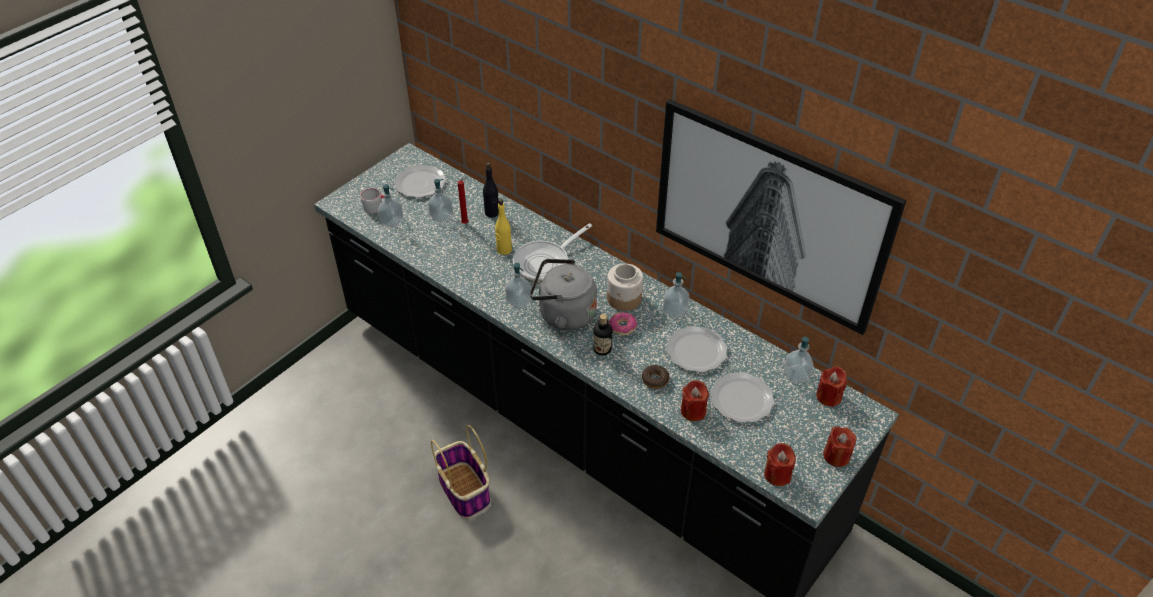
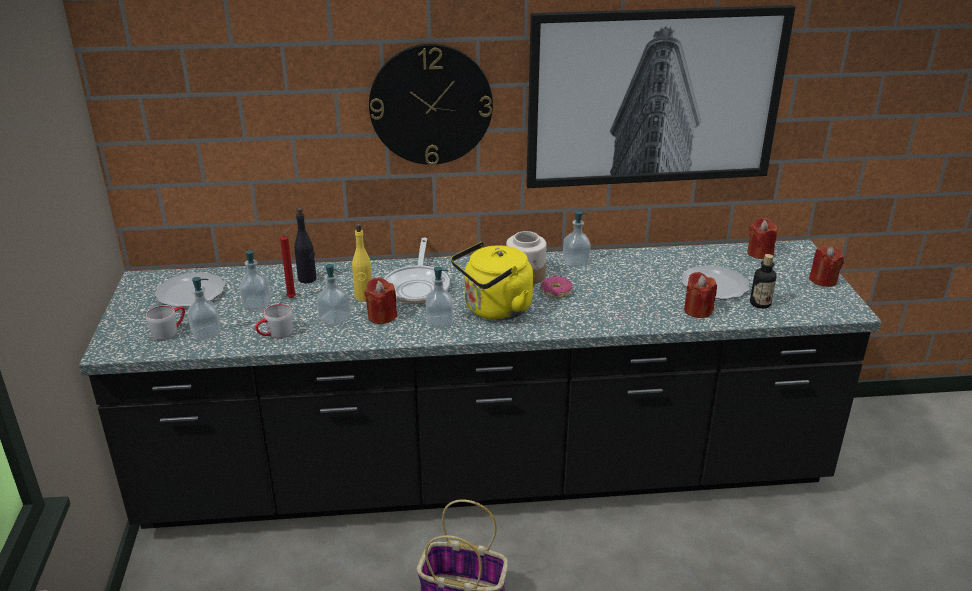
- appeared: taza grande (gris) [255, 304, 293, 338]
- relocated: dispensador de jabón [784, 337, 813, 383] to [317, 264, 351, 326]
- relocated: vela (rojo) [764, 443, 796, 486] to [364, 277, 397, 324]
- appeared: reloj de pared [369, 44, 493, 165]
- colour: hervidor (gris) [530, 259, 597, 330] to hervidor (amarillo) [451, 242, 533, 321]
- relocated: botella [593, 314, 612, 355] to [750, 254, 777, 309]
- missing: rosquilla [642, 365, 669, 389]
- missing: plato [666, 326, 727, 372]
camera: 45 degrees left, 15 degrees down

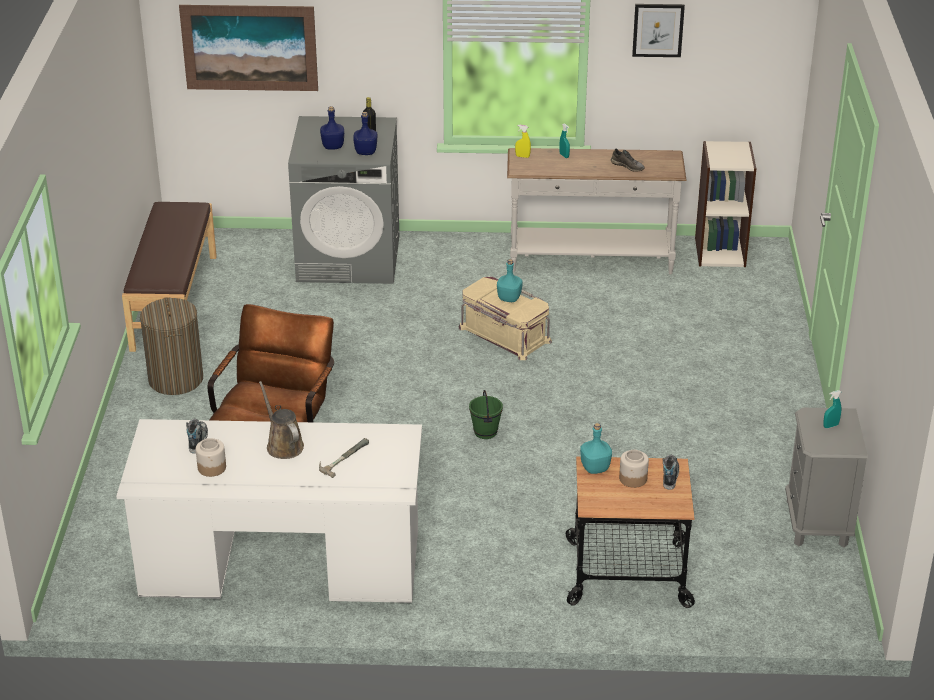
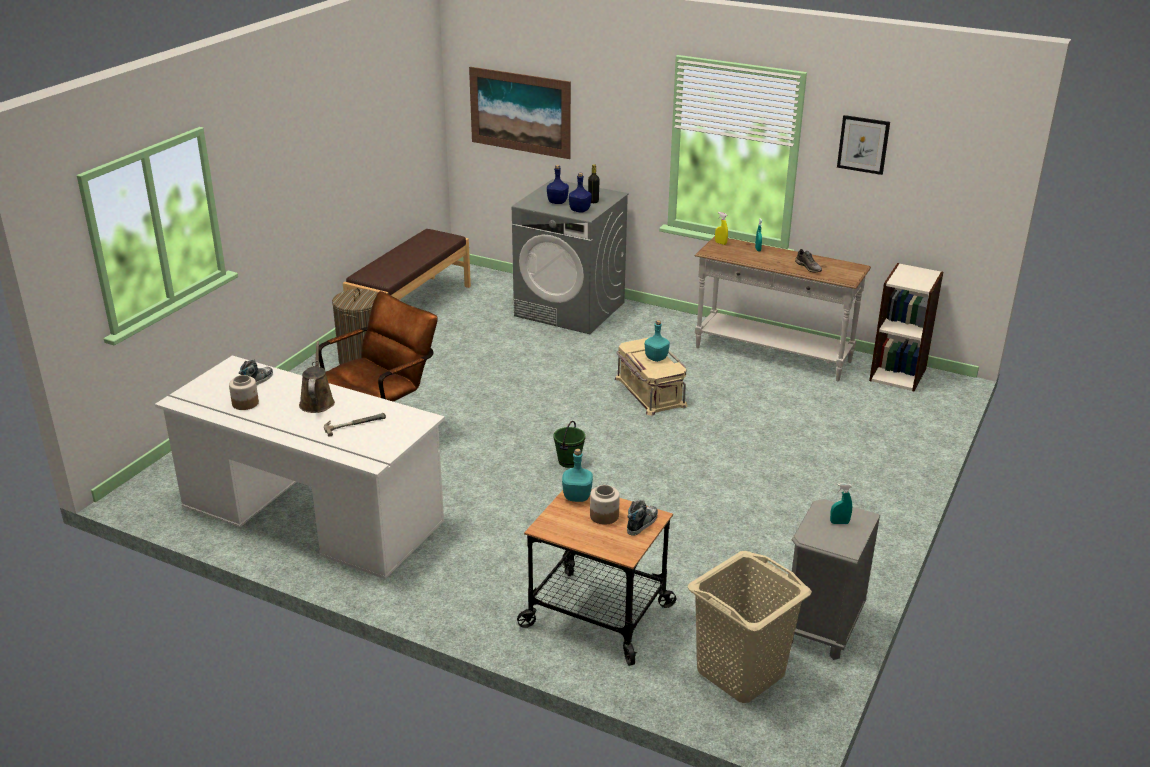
- appeared: cesto de la ropa (beis) [688, 551, 812, 703]
camera: 25 degrees right, 5 degrees down

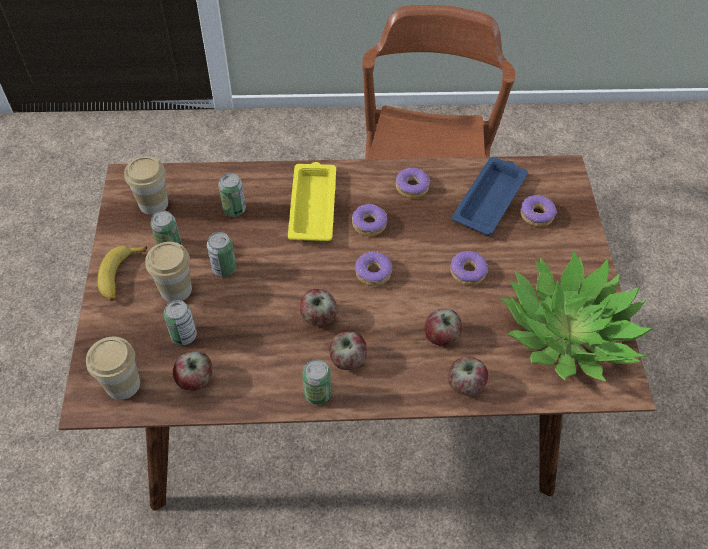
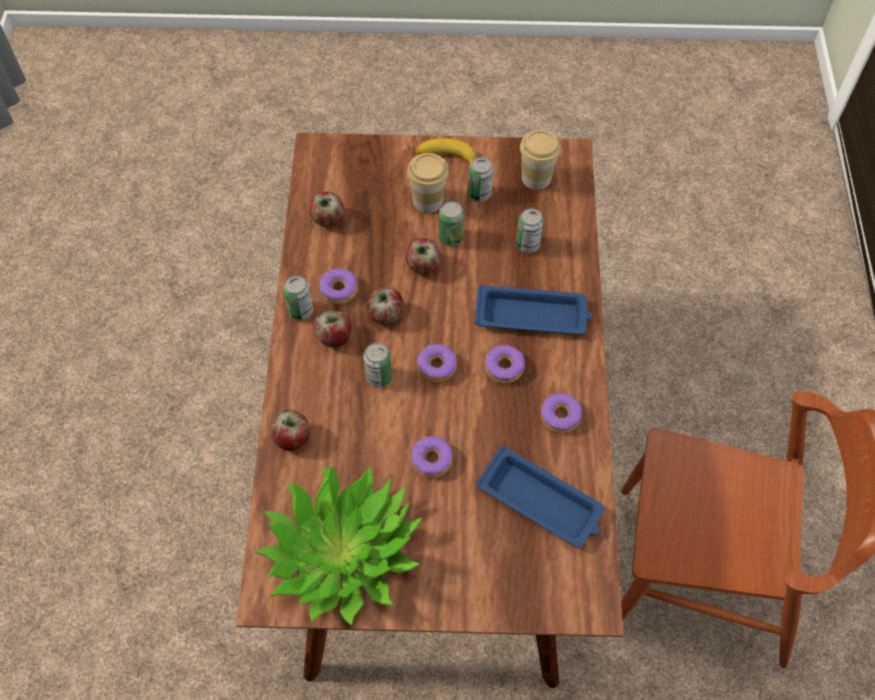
- relocated: rosquilla [520, 195, 557, 227] to [320, 268, 358, 305]
- relocated: lata [163, 300, 197, 345] to [363, 343, 392, 387]
- relocated: manzana [424, 309, 462, 346] to [405, 238, 441, 275]
- colour: bandeja (amarillo) [288, 162, 336, 241] to bandeja (azul) [475, 285, 592, 335]
- missing: taza [86, 337, 140, 400]
camera: 95 degrees right, 5 degrees up

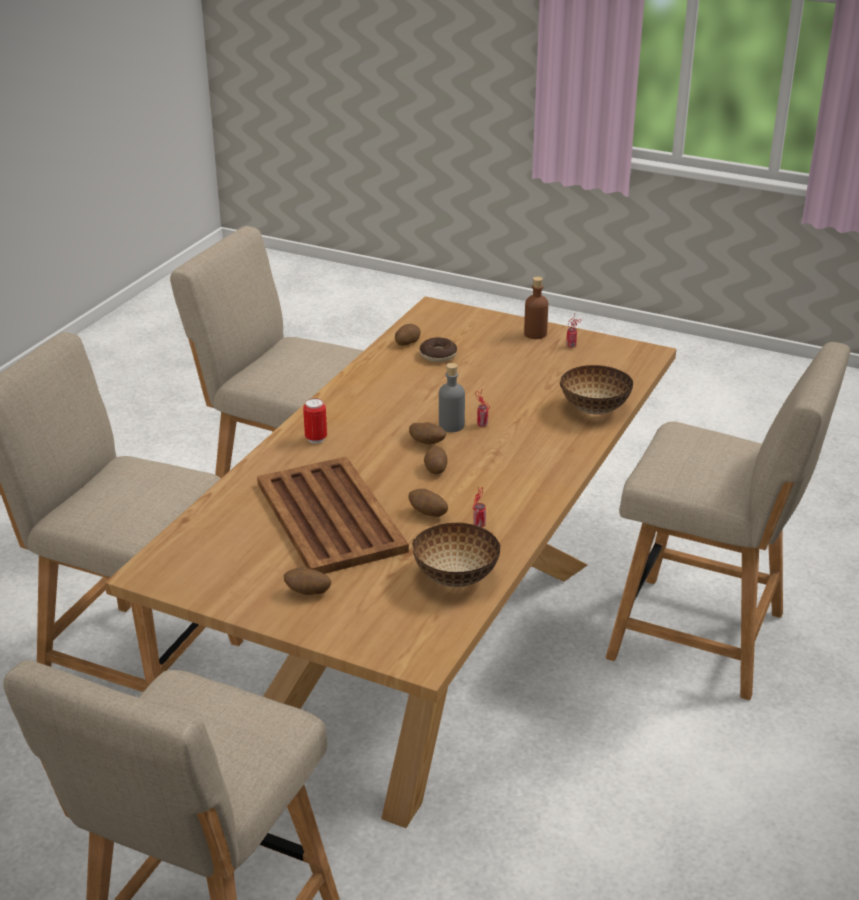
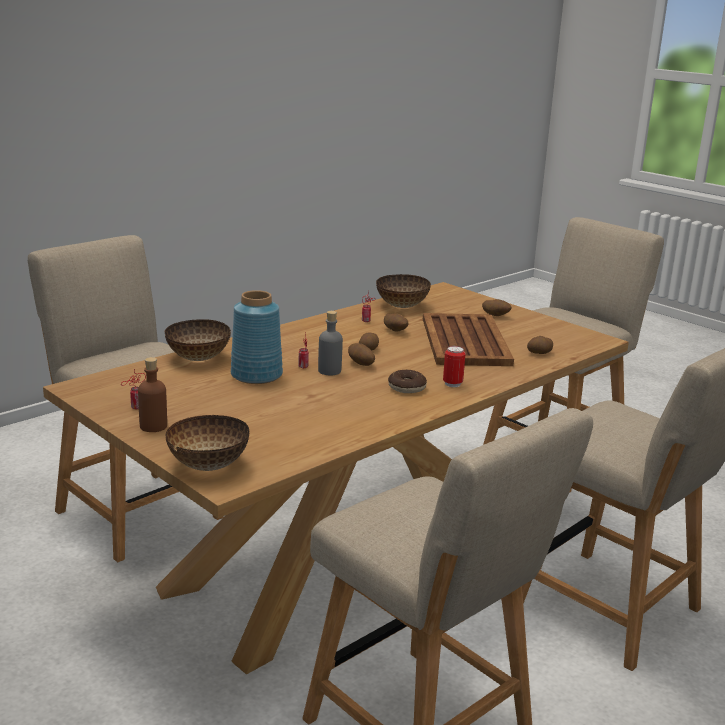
- appeared: cuenco [166, 415, 249, 471]
- appeared: florero (azul) [231, 290, 283, 384]
- relocated: rosquilla [420, 337, 457, 362] to [388, 370, 427, 393]
- relocated: patata [395, 324, 421, 346] to [527, 336, 553, 354]
camera: 160 degrees left, 10 degrees down

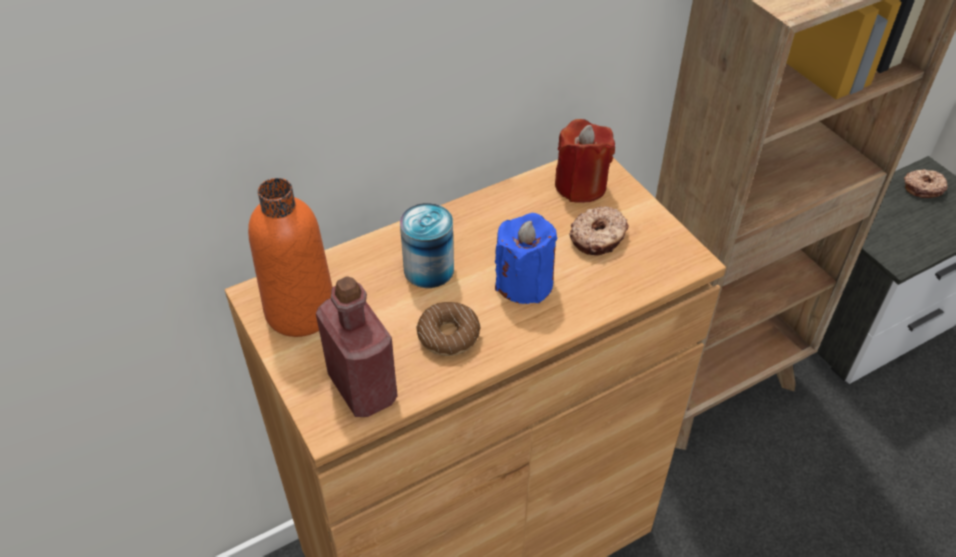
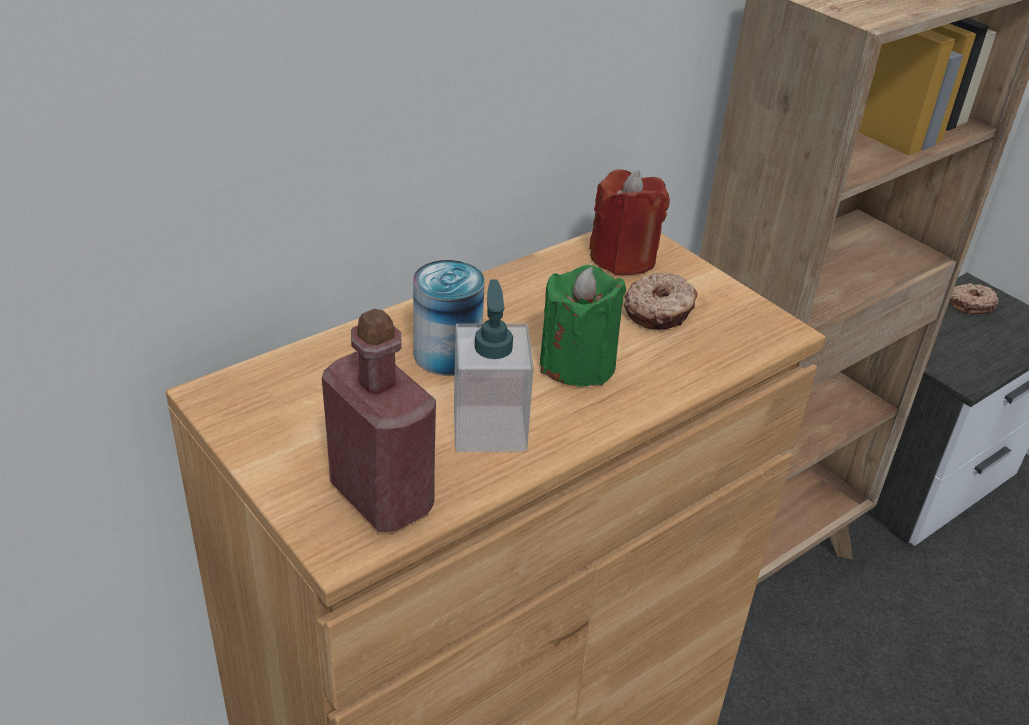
- exchanged: rosquilla [417, 302, 481, 356] to dispensador de jabón [454, 280, 534, 452]
- colour: vela (azul) [495, 213, 557, 304] to vela (verde) [540, 265, 627, 387]
- missing: botella (naranja) [248, 178, 333, 337]
camera: 10 degrees left, 10 degrees down

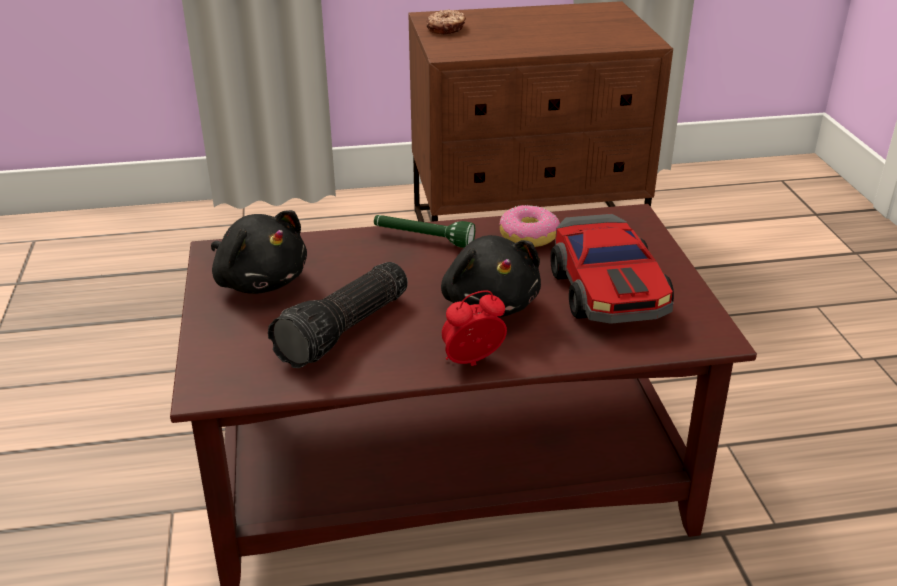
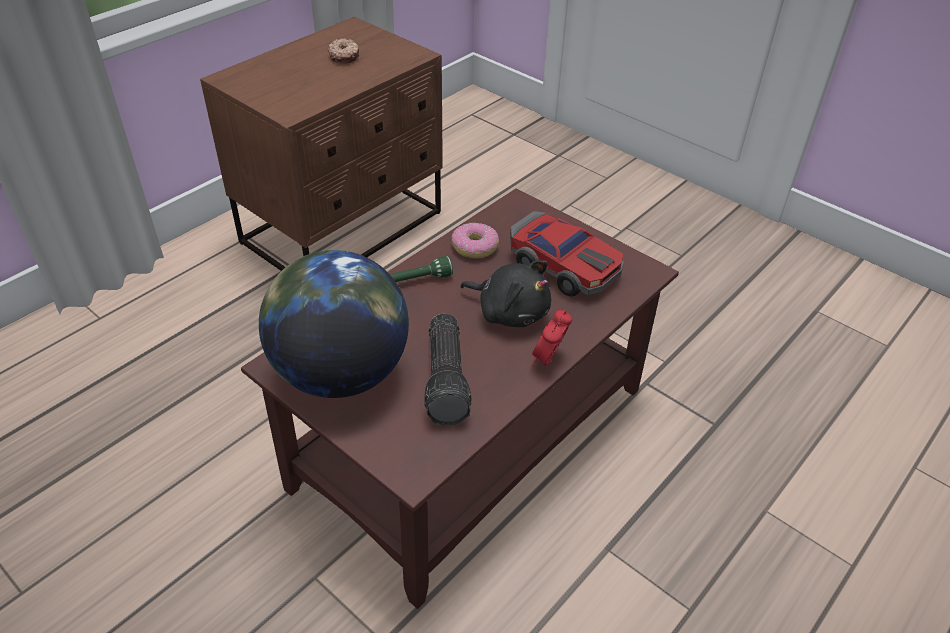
- exchanged: peluche (negro) [211, 210, 307, 294] to globo terráqueo [259, 250, 409, 398]
- relocated: rosquilla [426, 10, 466, 35] to [328, 38, 359, 64]
camera: 40 degrees left, 10 degrees up

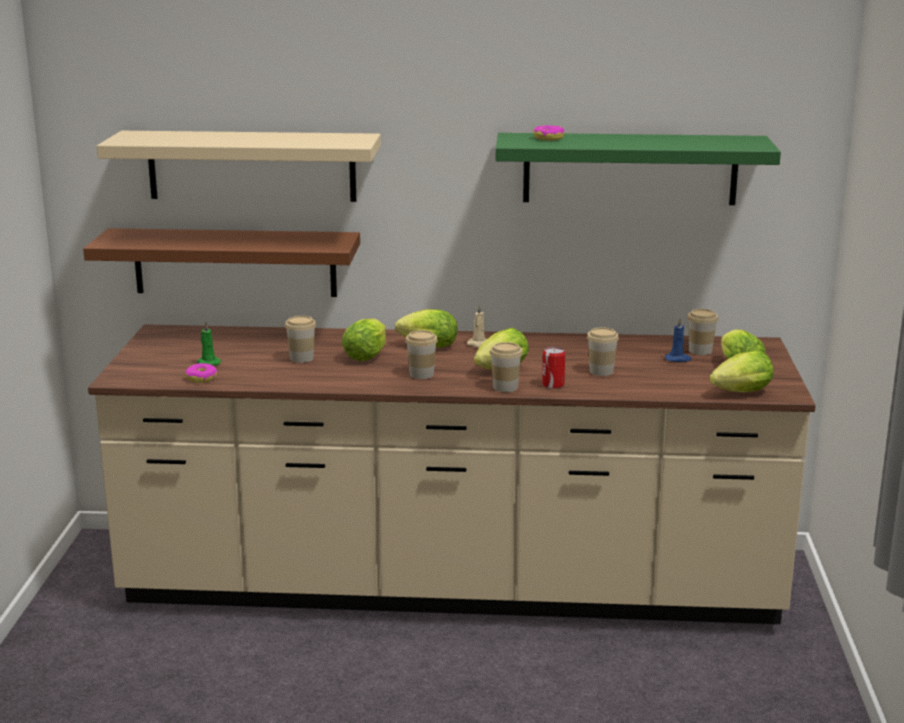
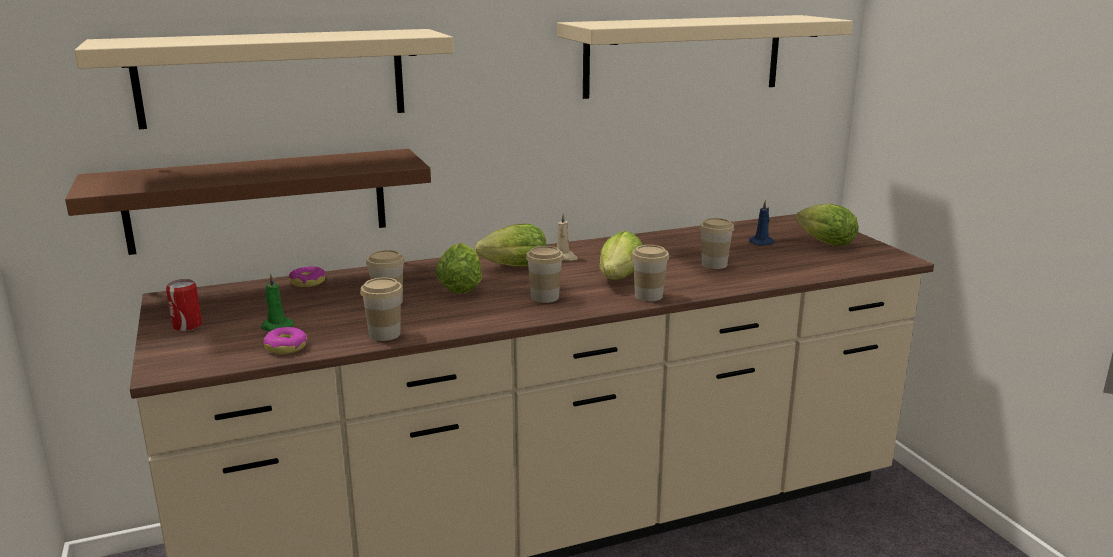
- relocated: lata [542, 347, 565, 389] to [166, 279, 202, 332]
- relocated: rosquilla [533, 126, 565, 141] to [289, 266, 326, 287]
- relocated: taza [687, 309, 718, 355] to [360, 278, 403, 341]
- colour: estante (verde) [496, 133, 781, 205] to estante (beis) [557, 15, 853, 99]
- missing: lechuga [709, 350, 774, 392]
camera: 25 degrees left, 0 degrees up

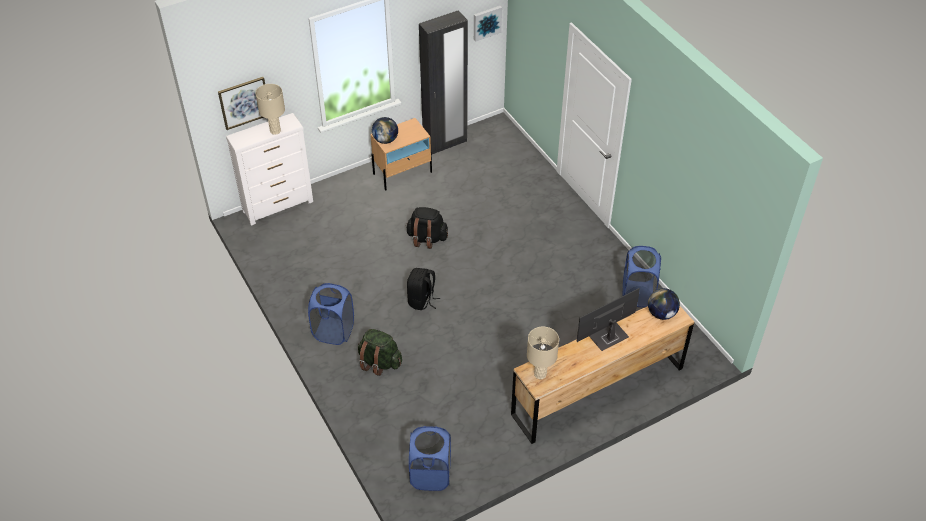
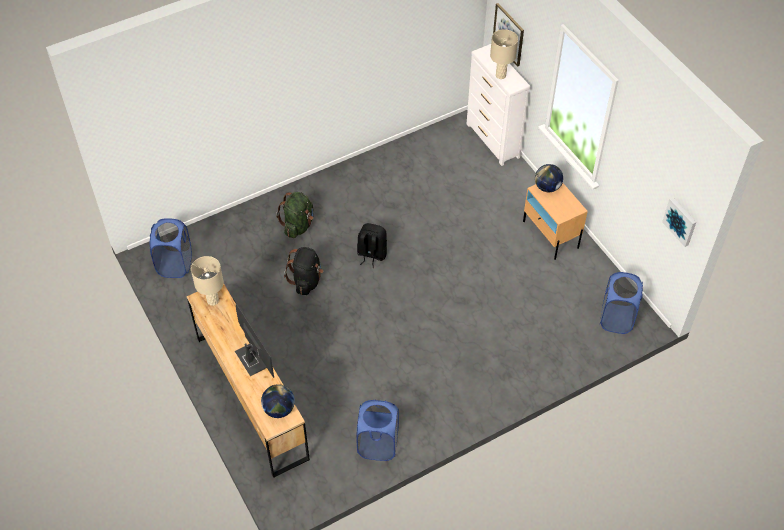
- relocated: mochila (negro) [406, 207, 448, 249] to [284, 247, 324, 295]
- relocated: cesto de la ropa (azul) [308, 283, 354, 345] to [600, 272, 643, 334]
- missing: armario ropero (negro) [419, 10, 468, 154]
camera: 90 degrees right, 5 degrees up

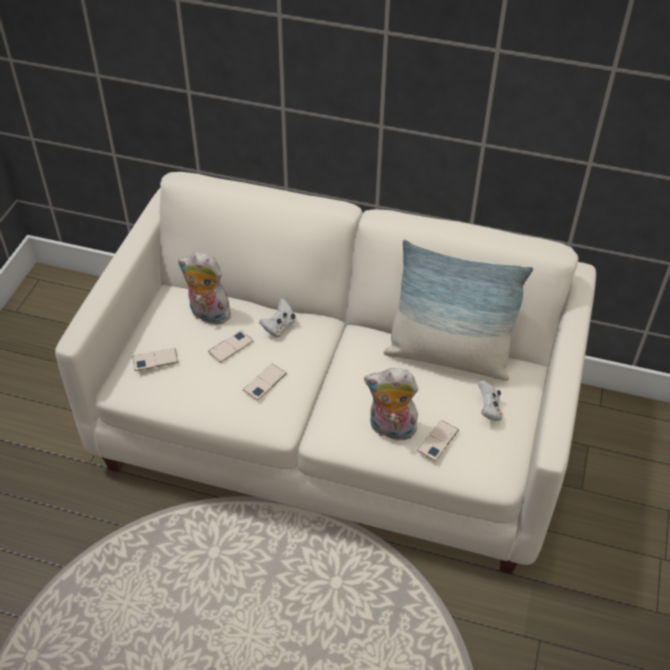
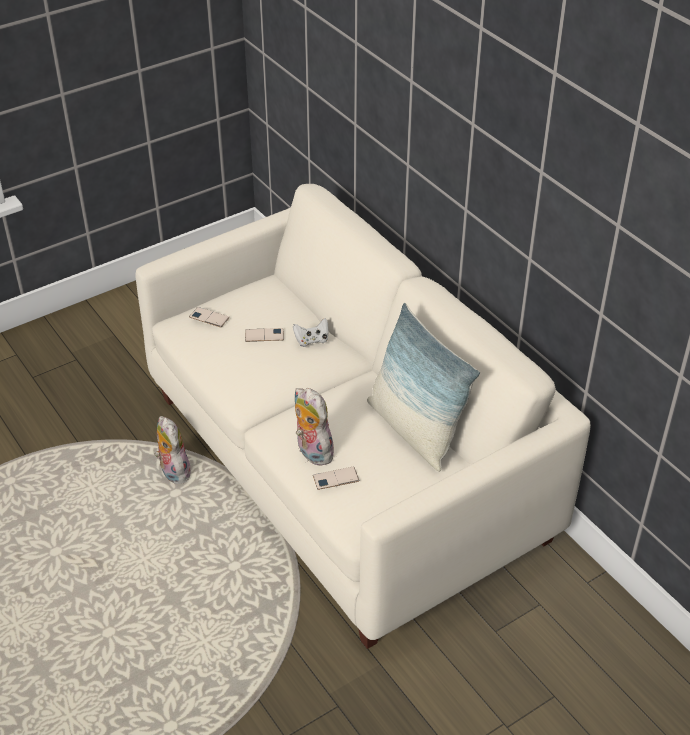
- relocated: peluche [178, 252, 231, 324] to [154, 416, 191, 484]
- missing: móvil [243, 364, 287, 400]
- missing: mando de consola (blanco) [477, 380, 502, 421]
camera: 40 degrees right, 5 degrees down

